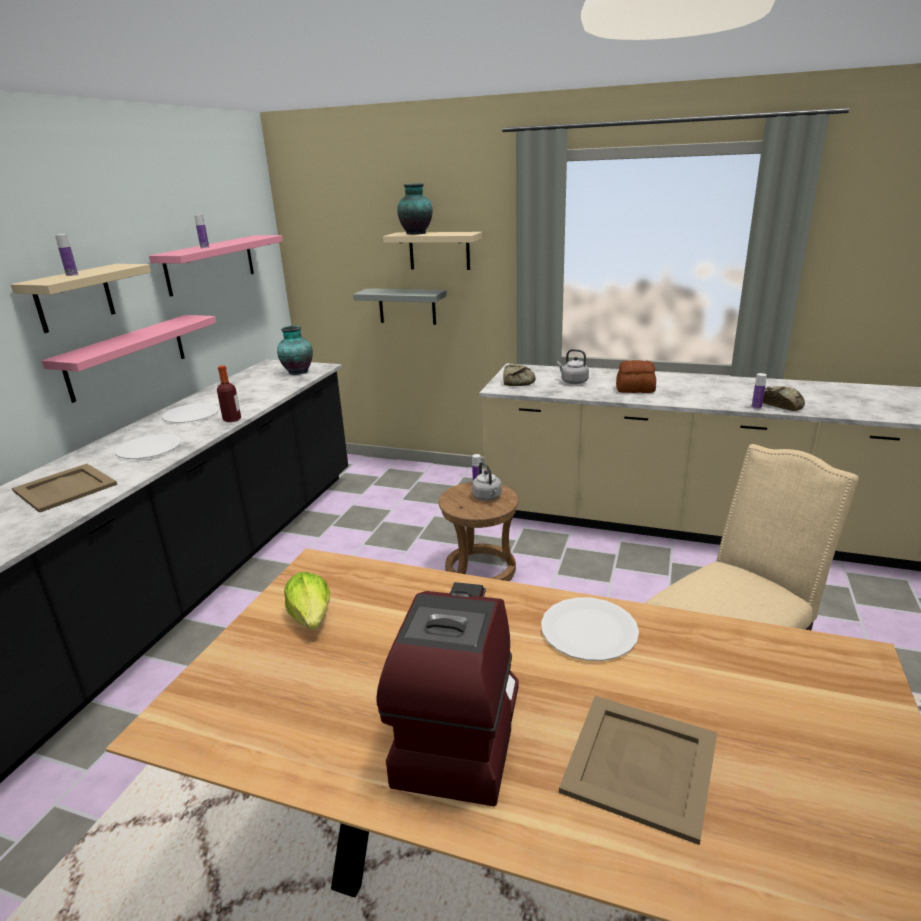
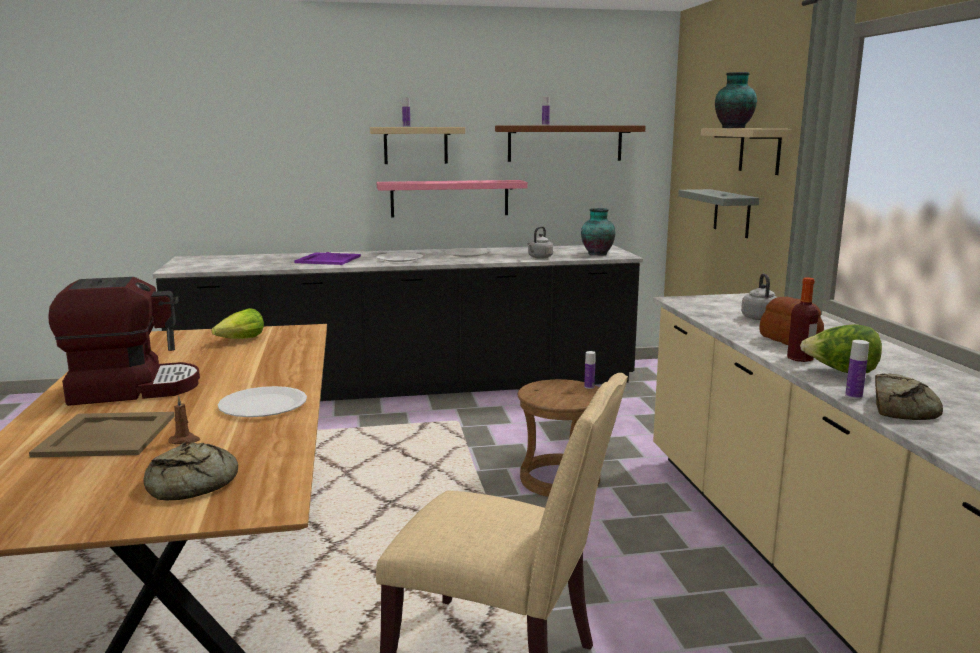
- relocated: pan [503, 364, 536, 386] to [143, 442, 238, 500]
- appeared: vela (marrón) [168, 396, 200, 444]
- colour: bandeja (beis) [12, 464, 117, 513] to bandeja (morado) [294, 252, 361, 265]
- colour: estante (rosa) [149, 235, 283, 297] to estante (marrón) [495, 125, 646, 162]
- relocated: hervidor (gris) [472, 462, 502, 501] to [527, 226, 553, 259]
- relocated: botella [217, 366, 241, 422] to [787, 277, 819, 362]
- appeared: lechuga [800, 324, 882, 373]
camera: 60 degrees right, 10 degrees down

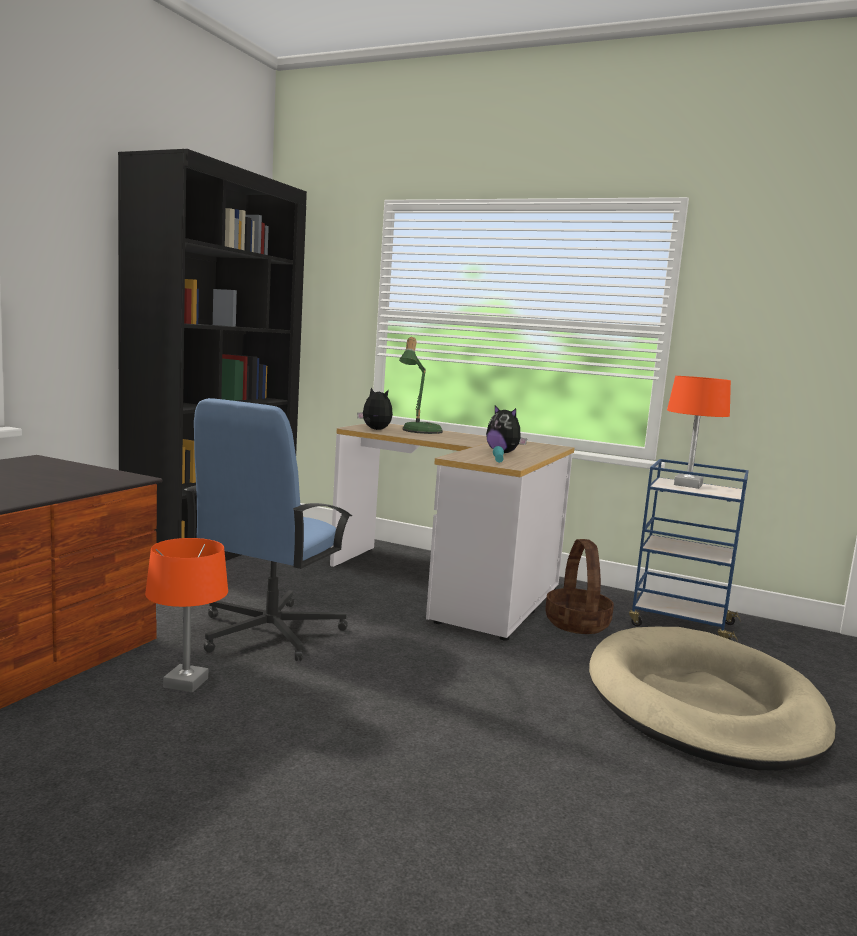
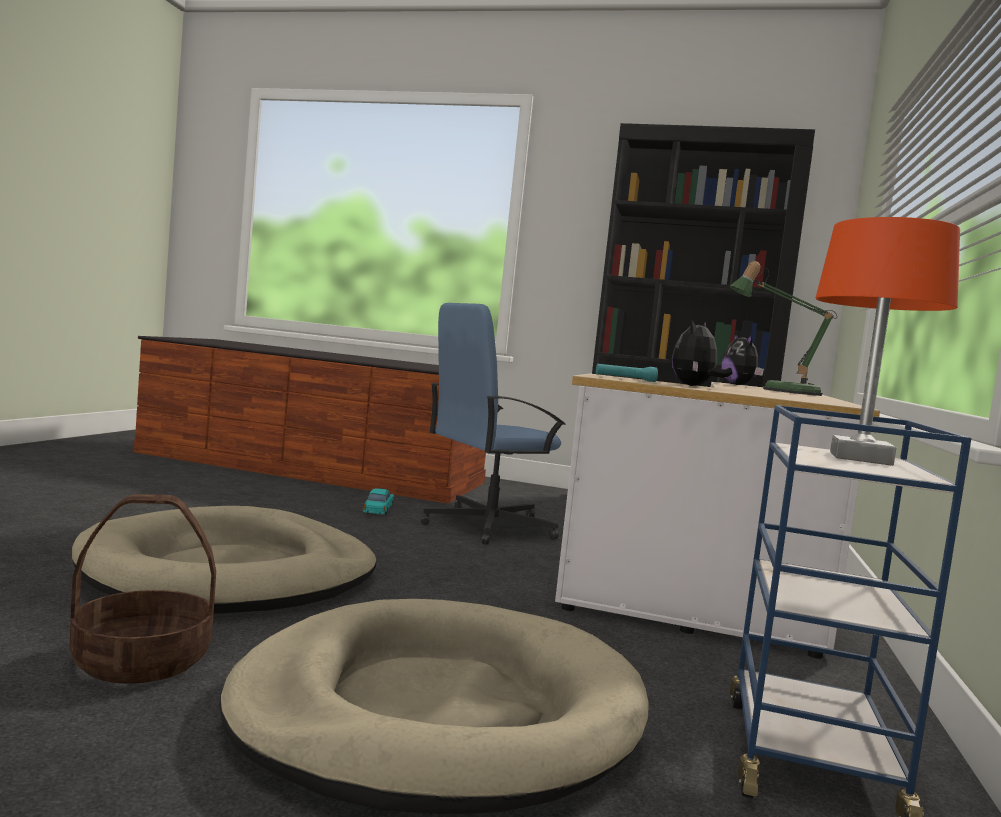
- relocated: cesta [545, 539, 614, 634] to [69, 494, 216, 683]
- appeared: cama para perro (beis) [72, 506, 376, 614]
- exchanged: lámpara de mesa (naranja) [145, 538, 228, 693] to coche de juguete (turquesa) [363, 488, 394, 514]
- spun: silla de oficina (azul) [184, 398, 352, 661] = [421, 303, 566, 545] 45 degrees counterclockwise
- spun: peluche [357, 388, 393, 430] = [721, 333, 764, 385] 135 degrees clockwise
camera: 80 degrees right, 5 degrees down

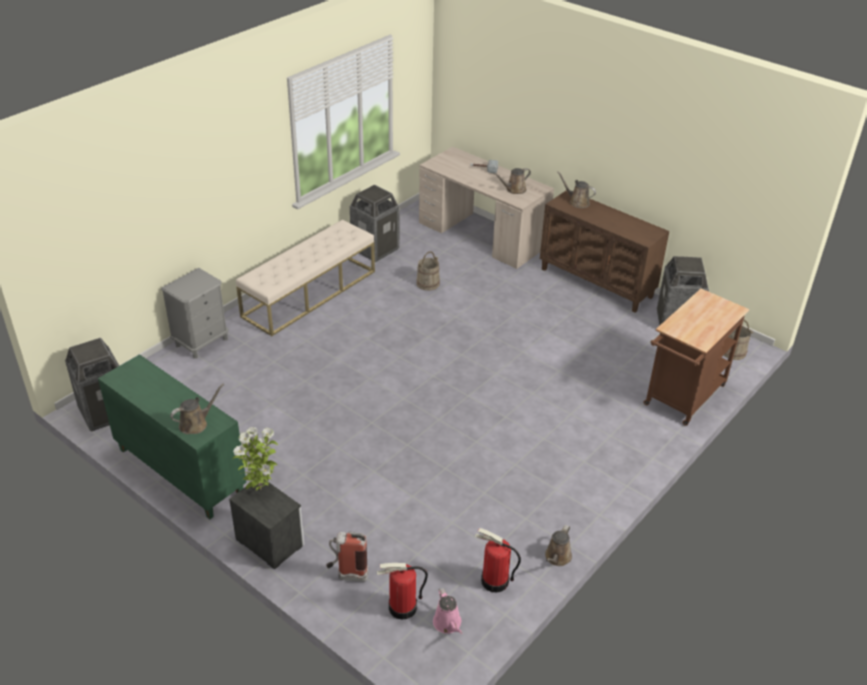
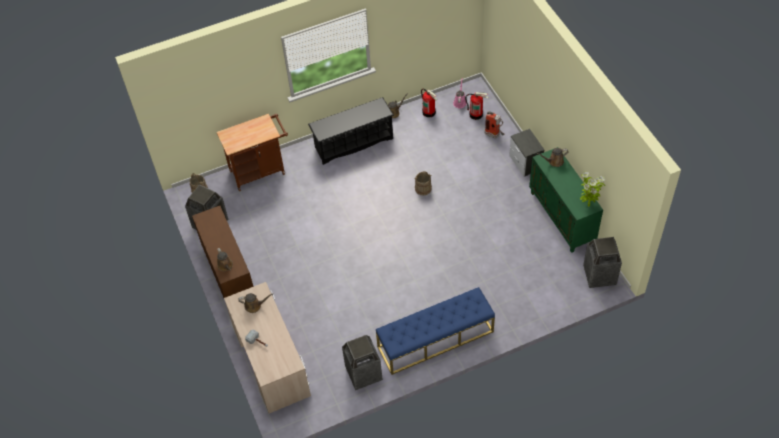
- appeared: zapatero (negro) [308, 97, 394, 165]
- colour: banco (beis) [236, 219, 375, 336] to banco (azul) [376, 287, 495, 375]
- relocated: cubo (beis) [416, 251, 440, 291] to [415, 171, 432, 196]
- relocated: planta en maceta [232, 427, 278, 491] to [580, 172, 605, 207]
- missing: mesita de noche (gris) [161, 268, 229, 359]
camera: 150 degrees left, 15 degrees up

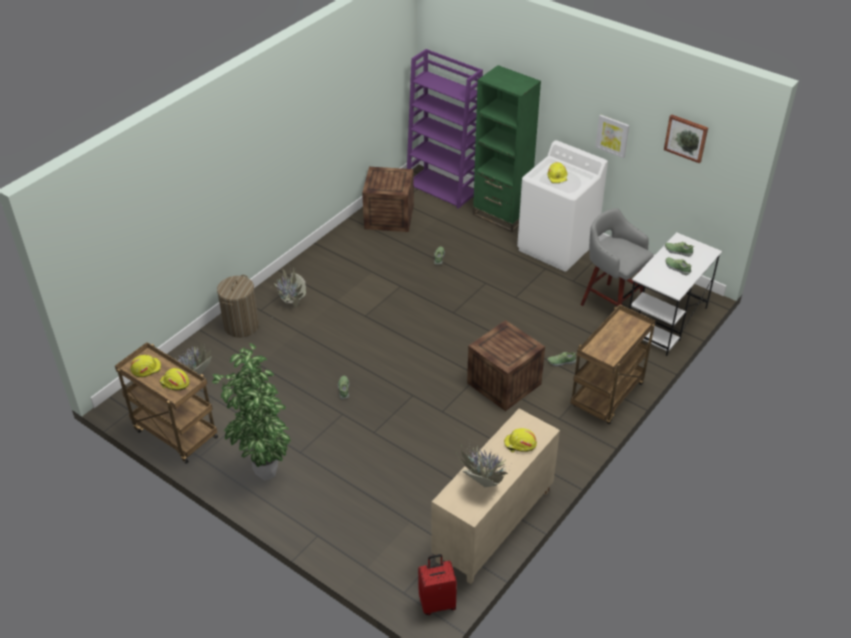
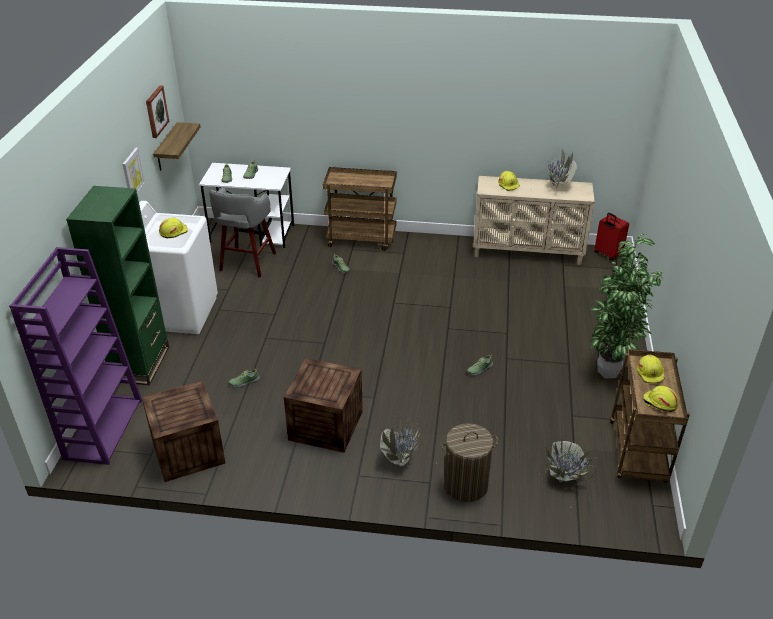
- appeared: estante [153, 122, 201, 171]
- relocated: caja de embalaje [467, 320, 545, 411] to [284, 358, 363, 453]
camera: 120 degrees left, 5 degrees down

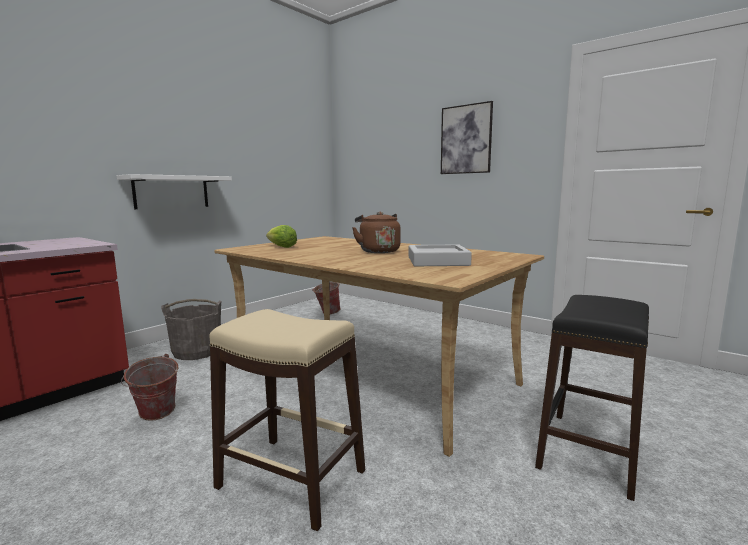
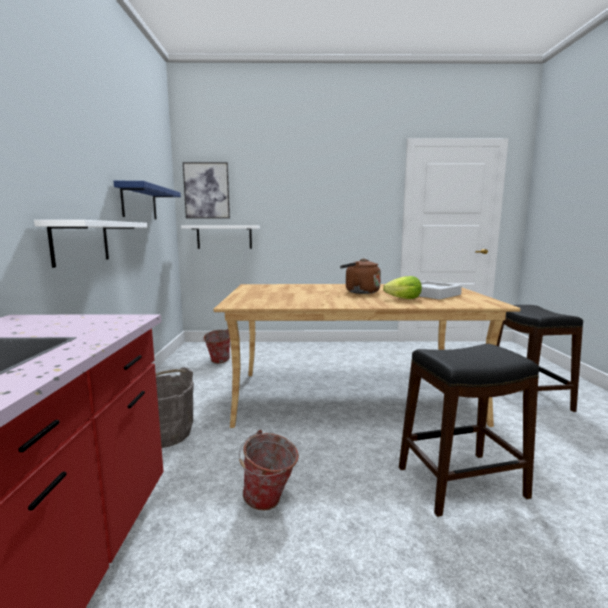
- appeared: estante (azul) [114, 181, 181, 219]
- appeared: estante (blanco) [181, 225, 260, 249]
- relocated: cuadro [441, 101, 493, 174] to [183, 162, 230, 218]
- relocated: lechuga [266, 225, 297, 248] to [383, 276, 422, 299]
- colour: taburete (beis) [209, 309, 365, 531] to taburete (negro) [399, 344, 539, 517]
camera: 40 degrees left, 0 degrees up

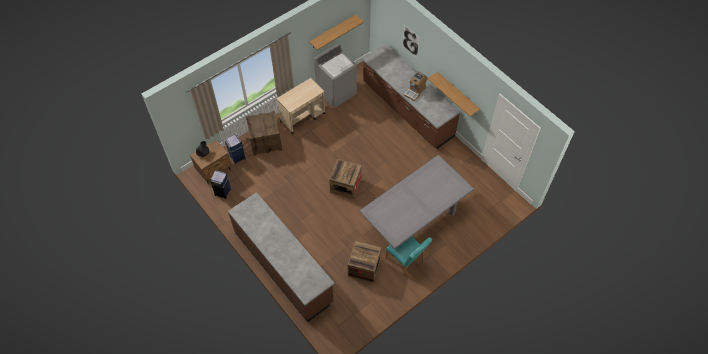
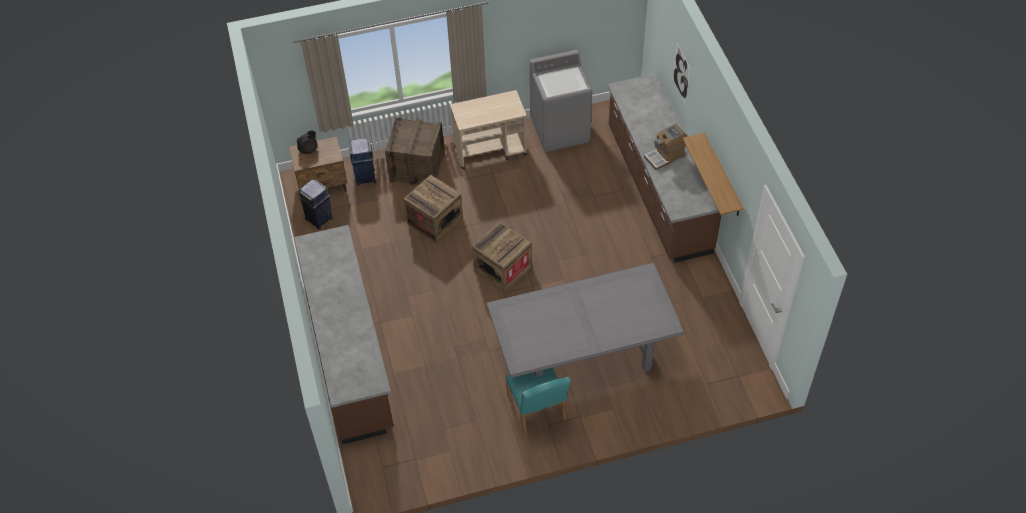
- relocated: caja de embalaje [348, 241, 381, 283] to [404, 175, 463, 244]
- missing: estante [309, 14, 364, 50]
camera: 25 degrees right, 5 degrees down

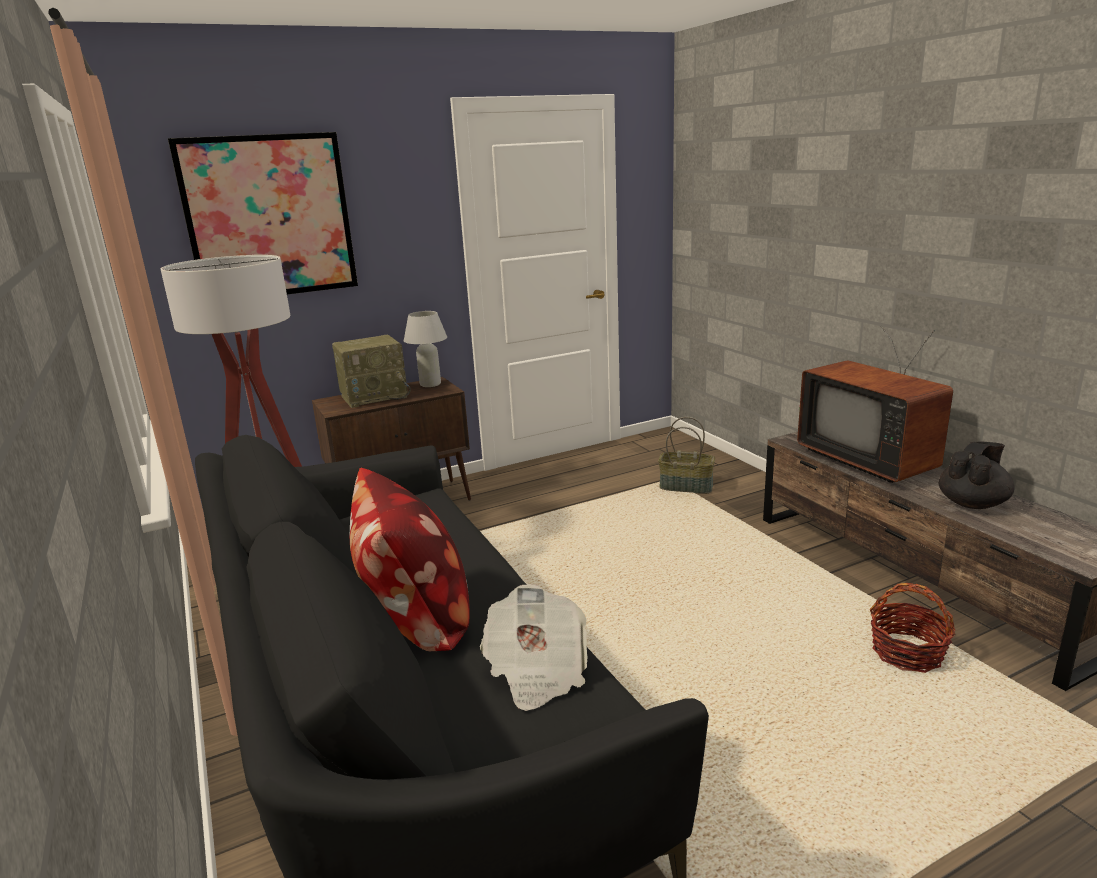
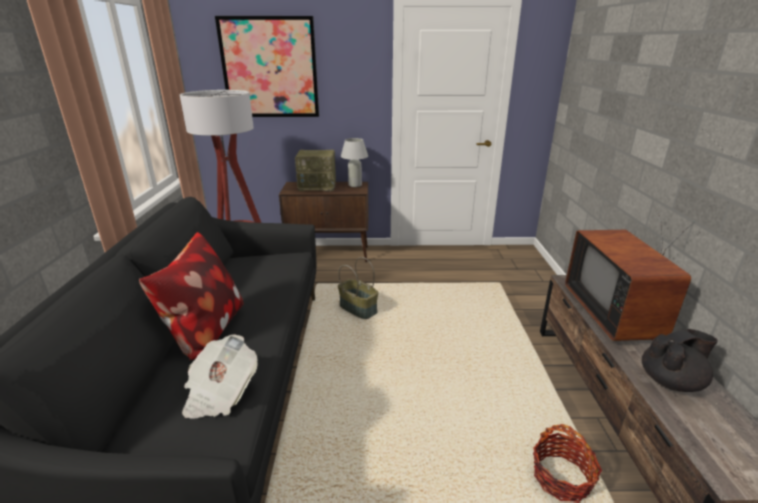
- relocated: cesta [658, 417, 715, 494] to [338, 257, 378, 319]
camera: 25 degrees right, 5 degrees up

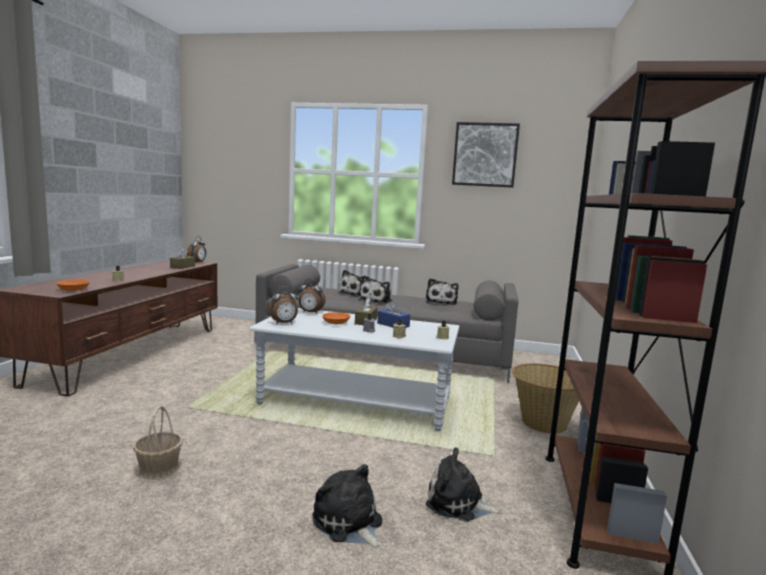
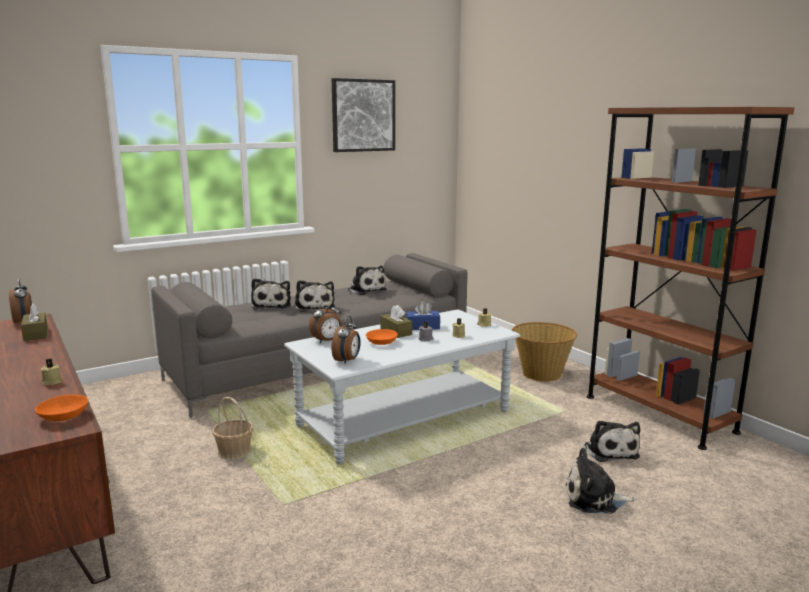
- relocated: cesta [133, 405, 183, 480] to [212, 397, 253, 460]
- spun: peluche [426, 447, 503, 522] = [584, 421, 640, 462] 75 degrees counterclockwise
camera: 45 degrees left, 5 degrees up

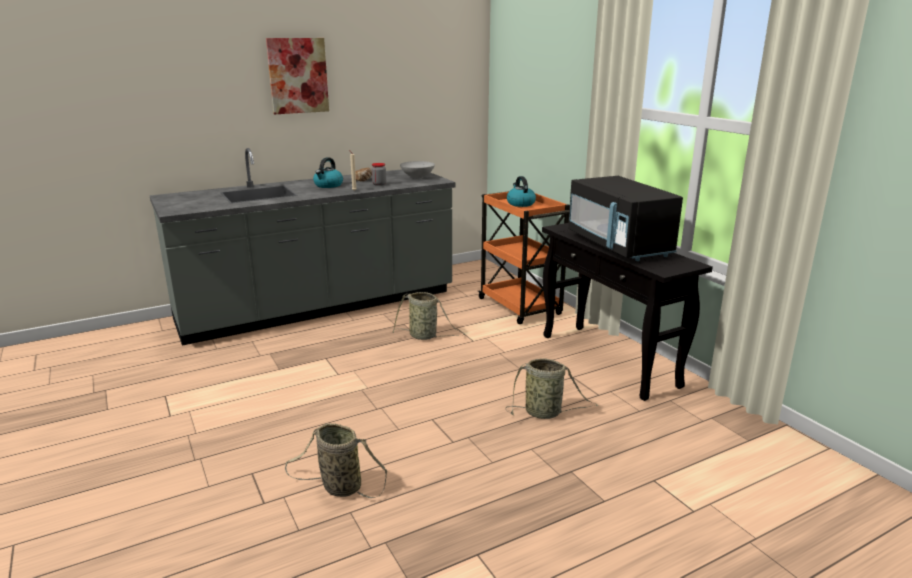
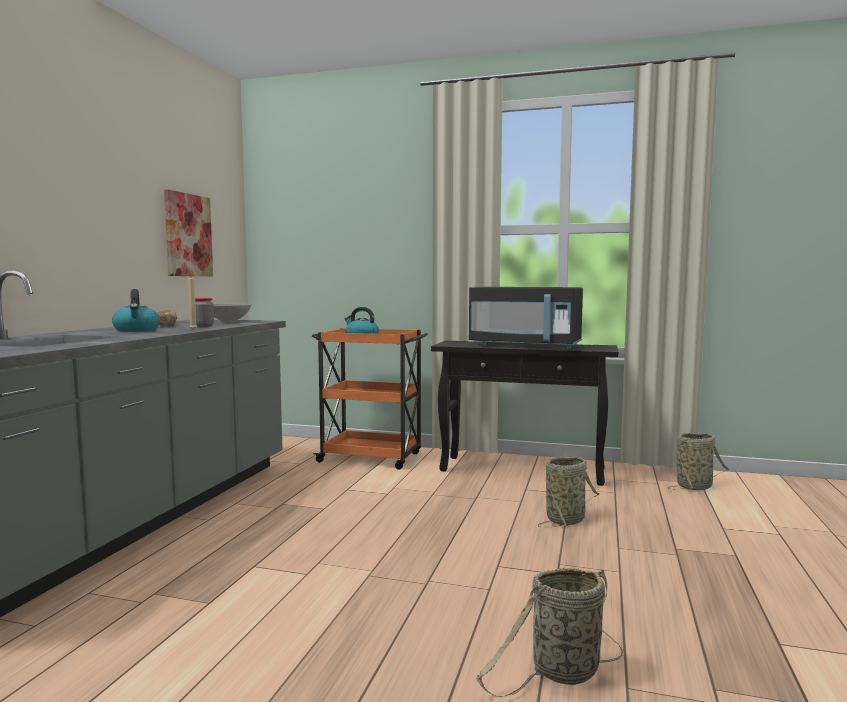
- relocated: cuadro [266, 38, 329, 114] to [164, 189, 213, 276]
- relocated: cesta [393, 292, 465, 340] to [668, 433, 729, 490]
camera: 45 degrees left, 15 degrees down

